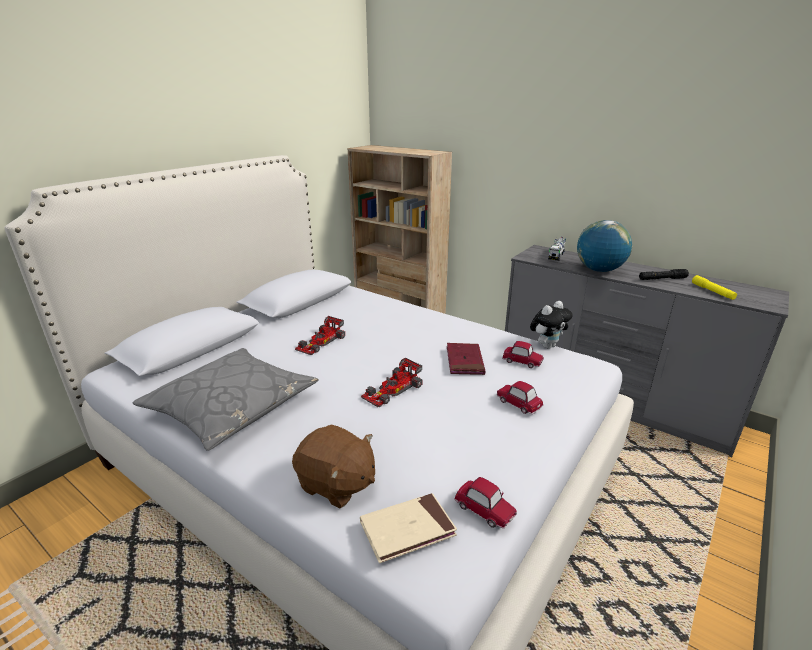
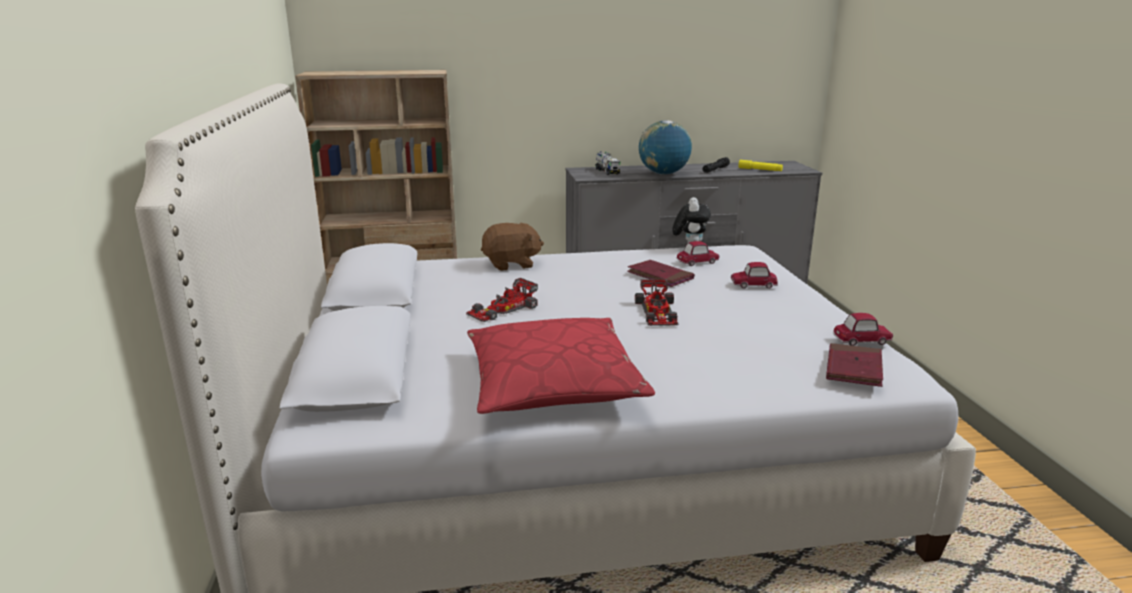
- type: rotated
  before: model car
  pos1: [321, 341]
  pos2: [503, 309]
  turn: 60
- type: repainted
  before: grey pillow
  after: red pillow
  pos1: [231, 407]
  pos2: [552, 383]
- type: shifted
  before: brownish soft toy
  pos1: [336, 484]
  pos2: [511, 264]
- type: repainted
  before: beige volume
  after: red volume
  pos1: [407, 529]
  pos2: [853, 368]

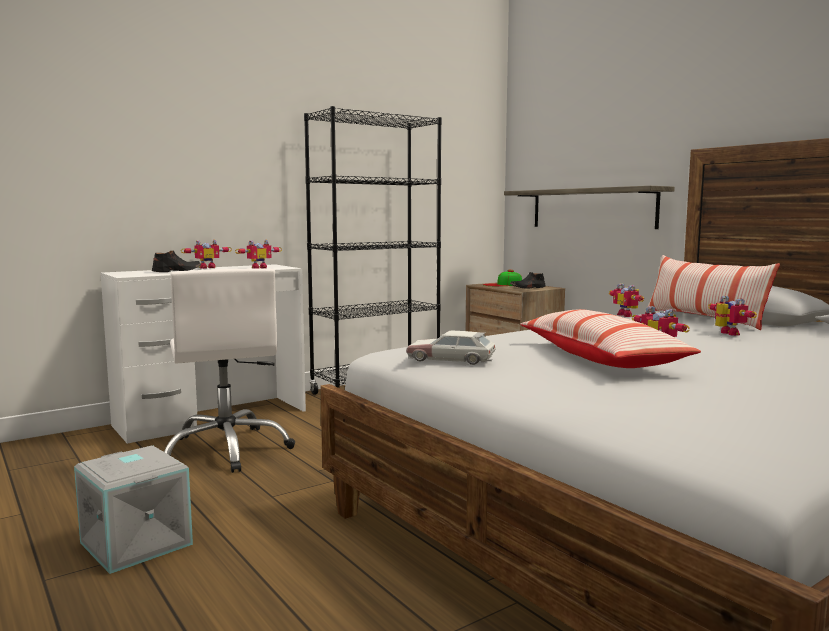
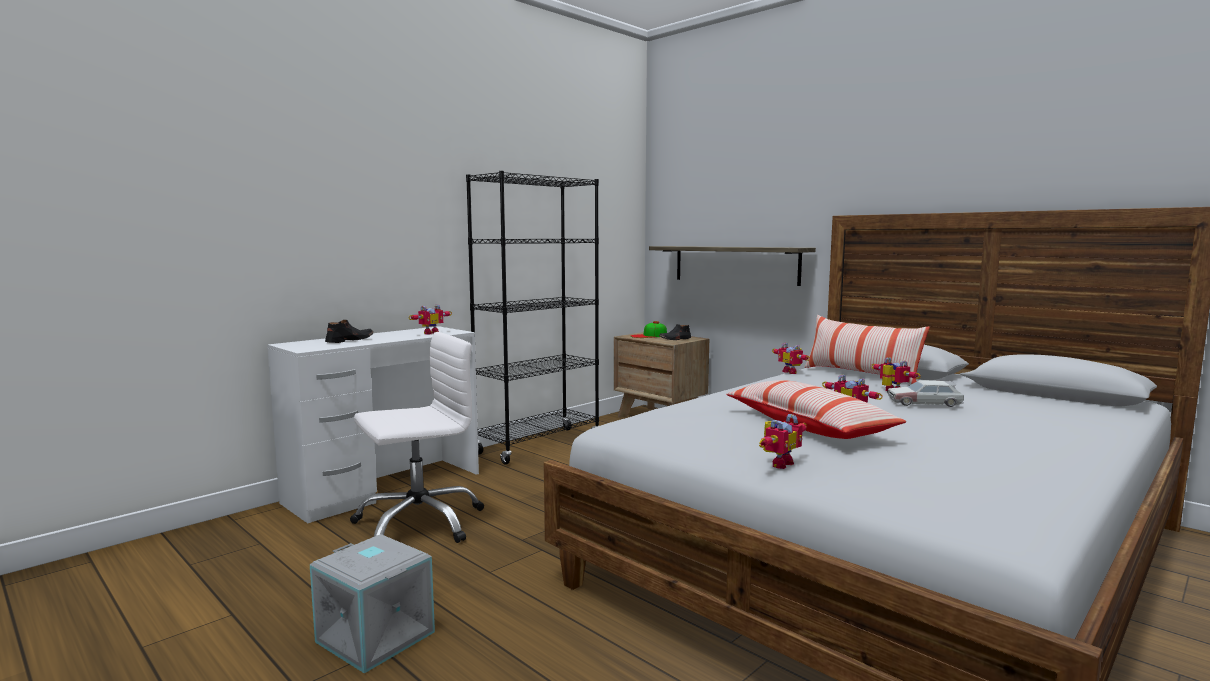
- type: shifted
  before: toy robot
  pos1: [206, 267]
  pos2: [778, 463]
- type: rotated
  before: white-coloured office chair
  pos1: [227, 449]
  pos2: [419, 523]
  turn: -90
- type: shifted
  before: model car
  pos1: [452, 359]
  pos2: [924, 403]

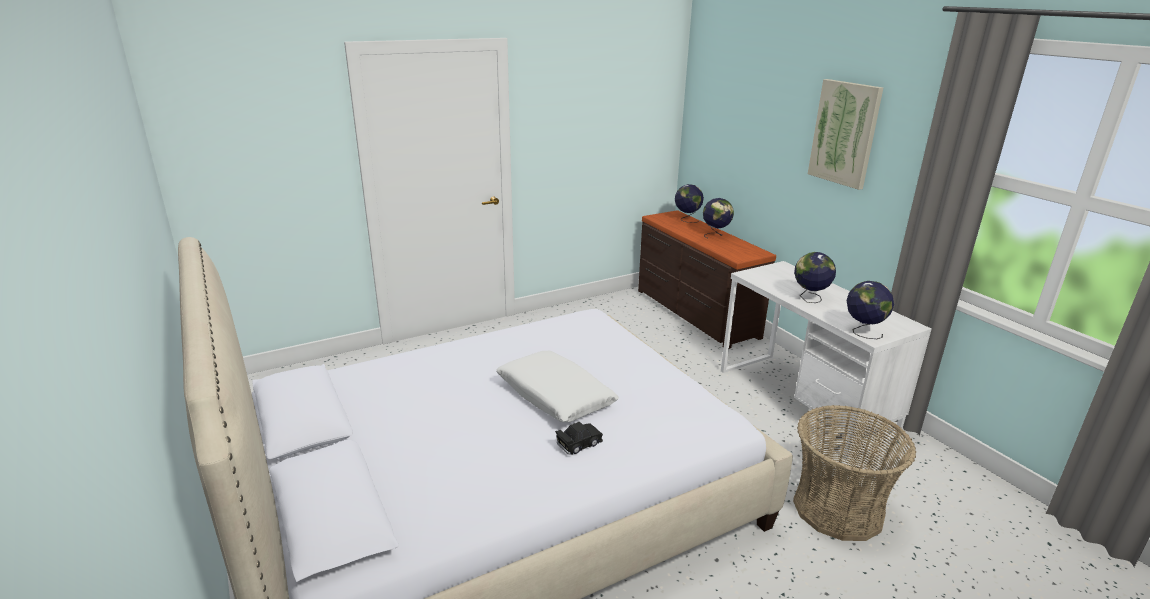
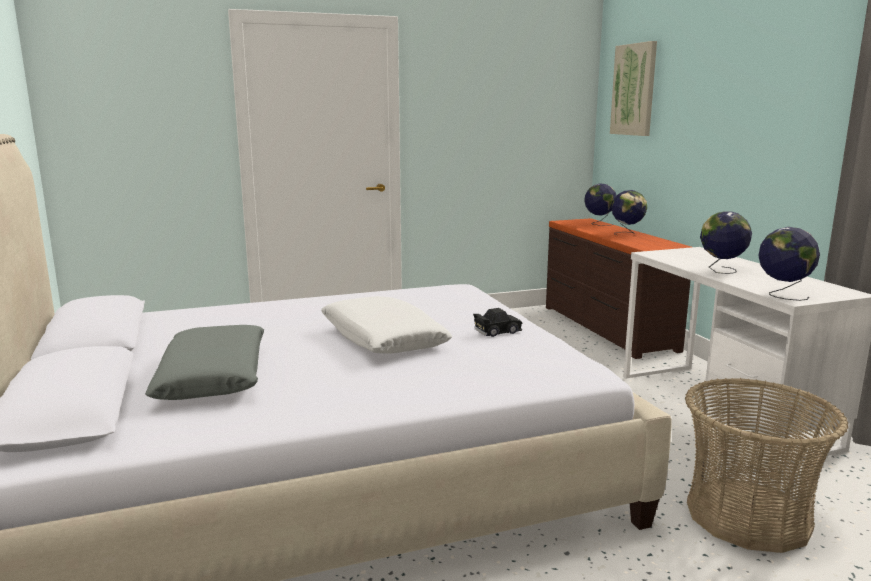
- type: shifted
  before: wall art
  pos1: [845, 133]
  pos2: [634, 90]
- type: shifted
  before: black-coloured model car
  pos1: [579, 444]
  pos2: [497, 331]
- type: new
  after: grey pillow
  pos2: [214, 377]

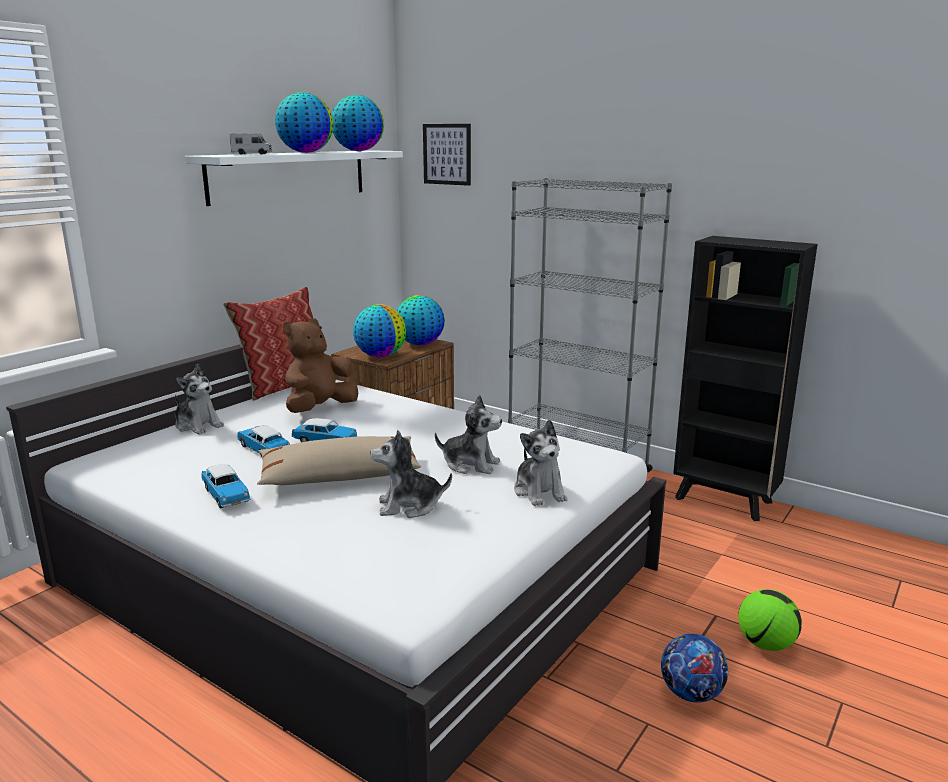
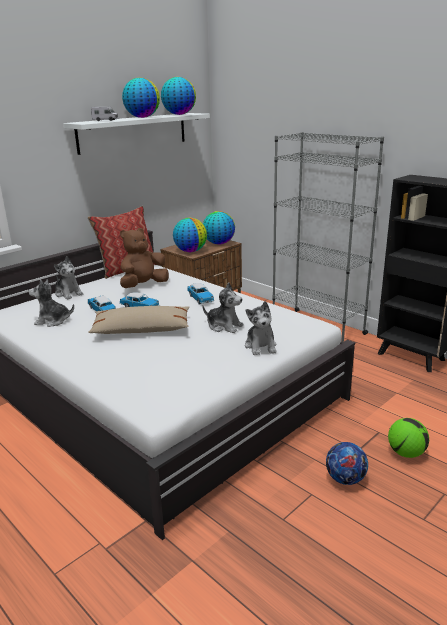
- type: gone
  before: wall art
  pos1: [447, 154]
- type: shifted
  before: soft toy
  pos1: [409, 506]
  pos2: [53, 321]
- type: shifted
  before: model car
  pos1: [226, 495]
  pos2: [200, 299]

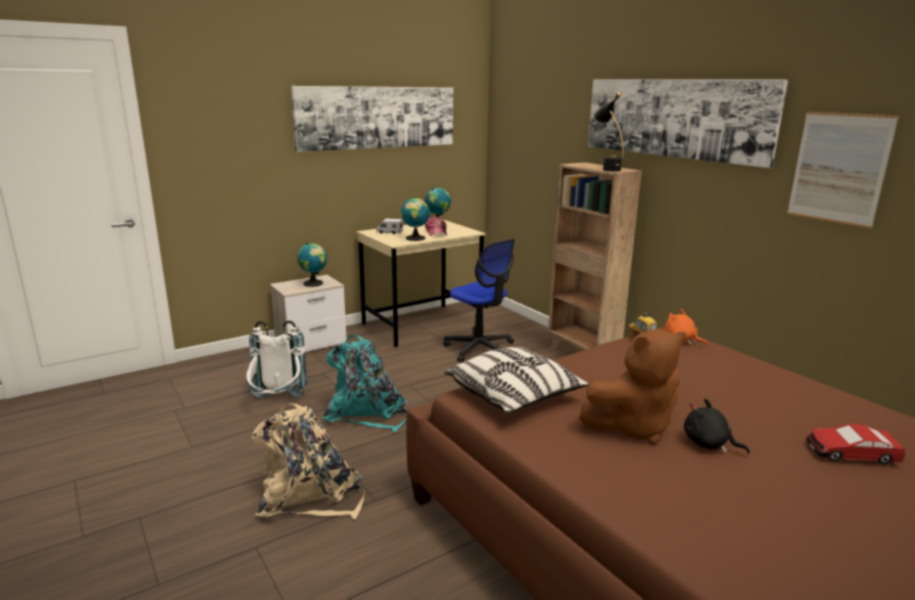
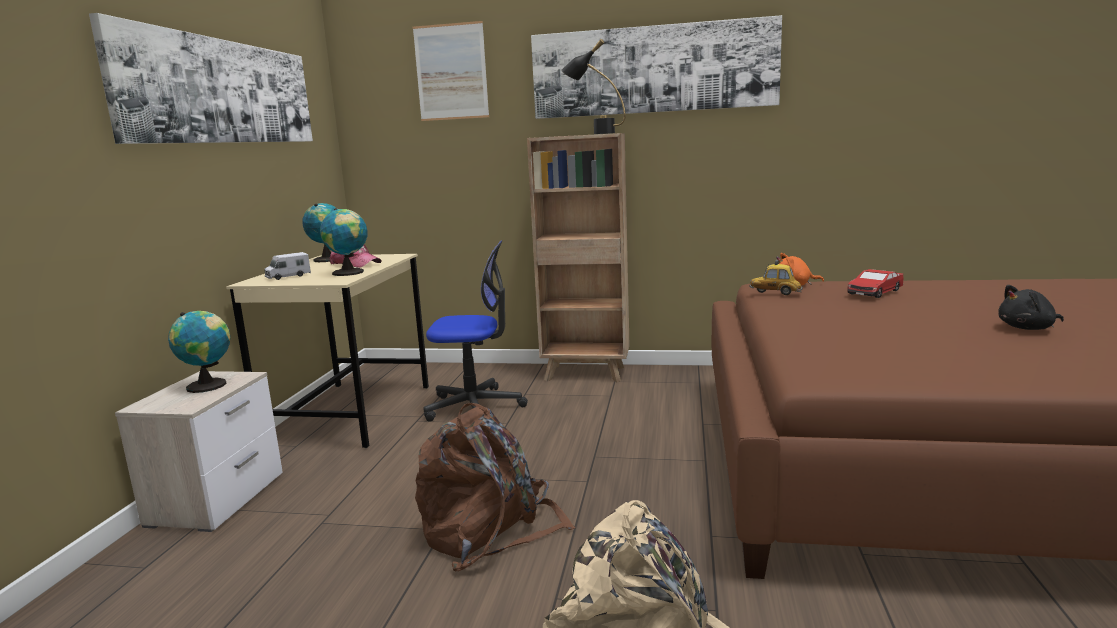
- type: shifted
  before: wall art
  pos1: [839, 168]
  pos2: [451, 72]
- type: gone
  before: white-coloured knapsack
  pos1: [277, 404]
- type: gone
  before: brownish soft toy
  pos1: [632, 427]
- type: repainted
  before: turquoise knapsack
  after: brownish knapsack
  pos1: [366, 412]
  pos2: [490, 531]
- type: gone
  before: pillow
  pos1: [514, 396]
- type: shifted
  before: model car
  pos1: [851, 453]
  pos2: [874, 292]

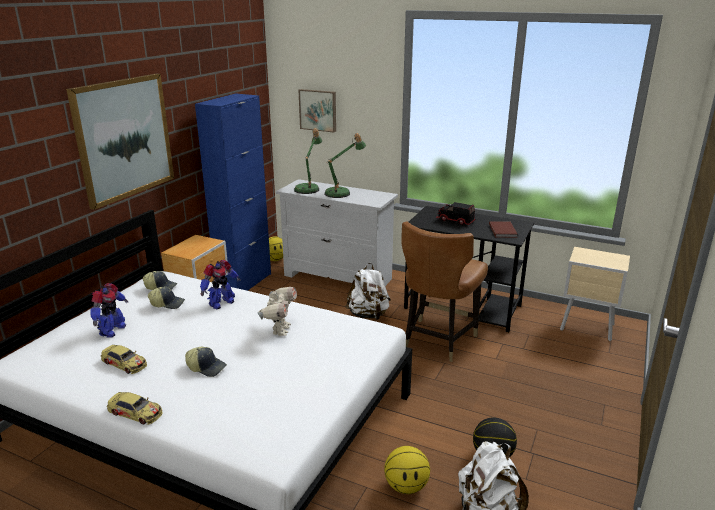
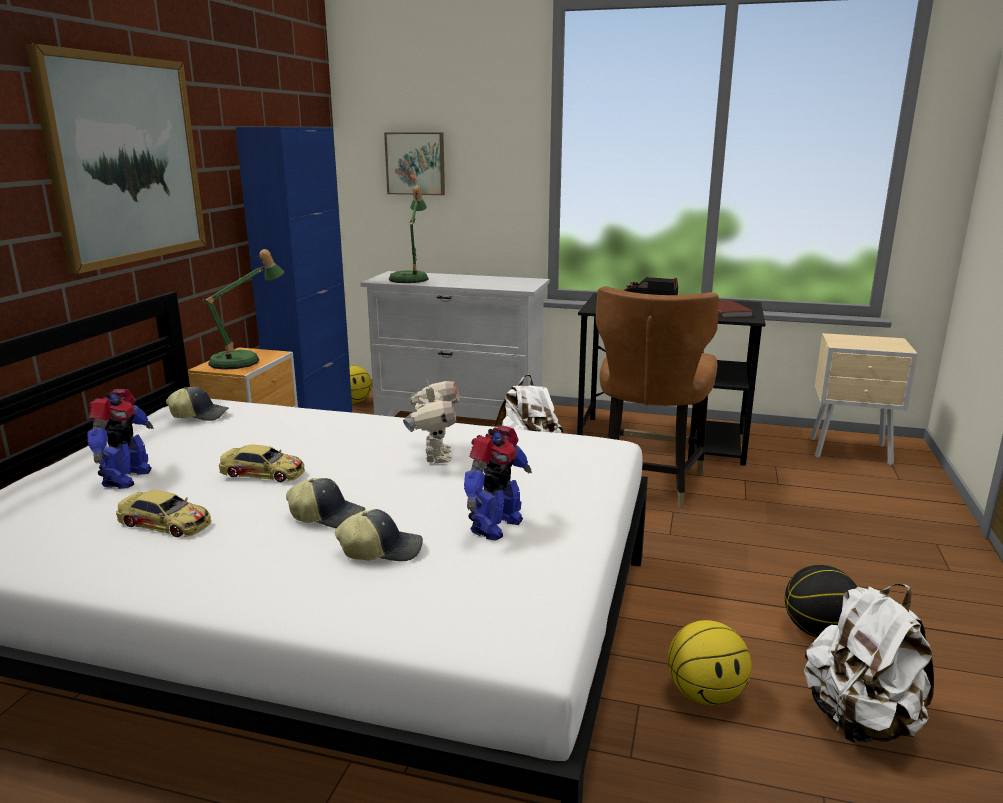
- type: shifted
  before: lamp for a table
  pos1: [341, 193]
  pos2: [243, 360]
- type: shifted
  before: toy robot
  pos1: [221, 303]
  pos2: [495, 526]
- type: shifted
  before: baseball cap
  pos1: [167, 303]
  pos2: [382, 550]
- type: shifted
  before: model car
  pos1: [135, 412]
  pos2: [263, 472]

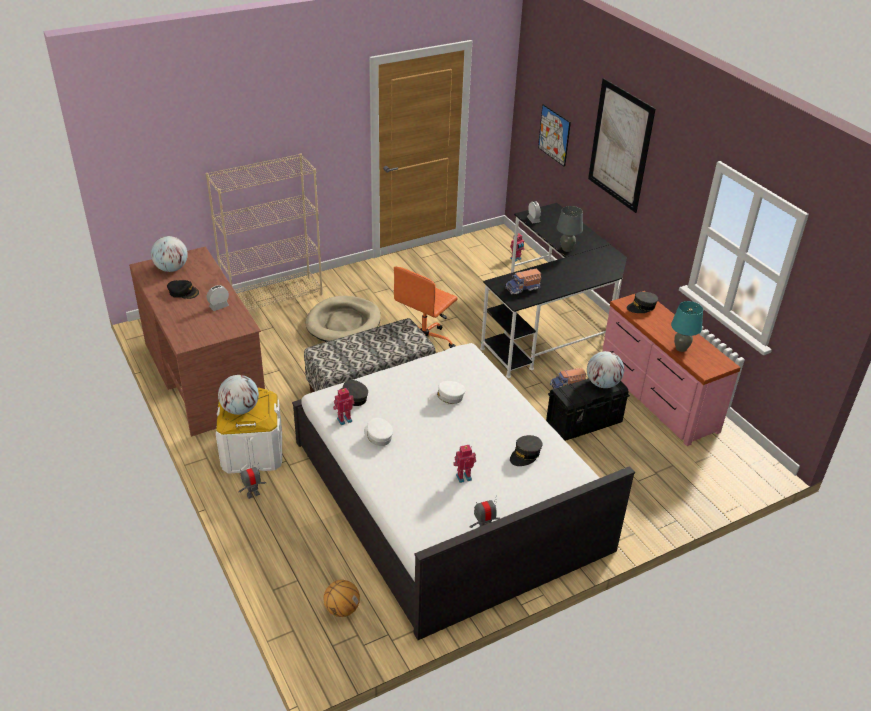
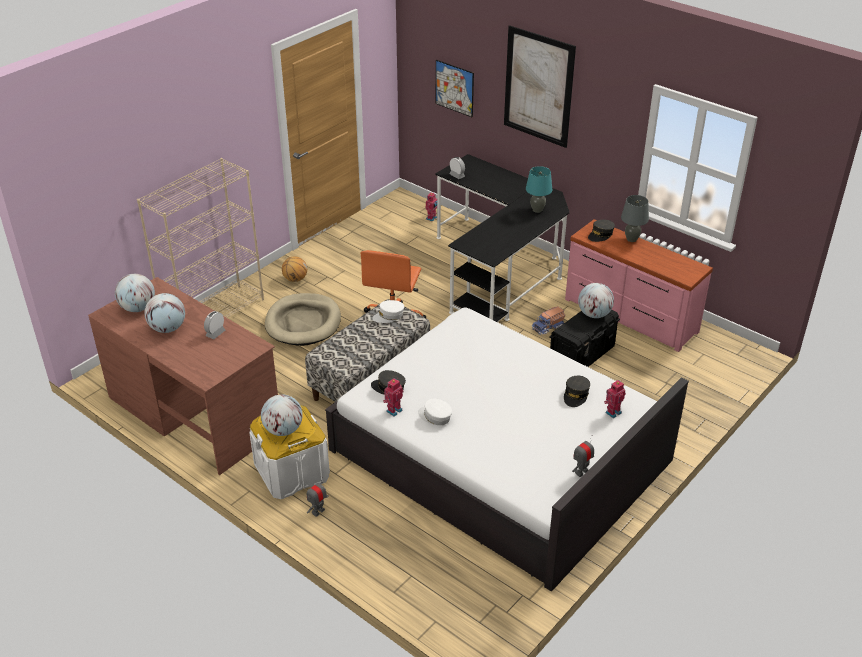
- type: shifted
  before: grey lamp for a table
  pos1: [566, 249]
  pos2: [631, 239]
- type: gone
  before: toy truck
  pos1: [523, 288]
- type: swapped
  before: black-coloured baseball cap
  after: world globe
  pos1: [183, 292]
  pos2: [168, 328]
- type: shifted
  before: turquoise lamp for a table
  pos1: [681, 348]
  pos2: [537, 210]
- type: shifted
  before: white-coloured baseball cap
  pos1: [447, 398]
  pos2: [389, 316]
- type: shifted
  before: toy robot
  pos1: [463, 476]
  pos2: [612, 412]
- type: shifted
  before: basketball
  pos1: [342, 609]
  pos2: [295, 279]

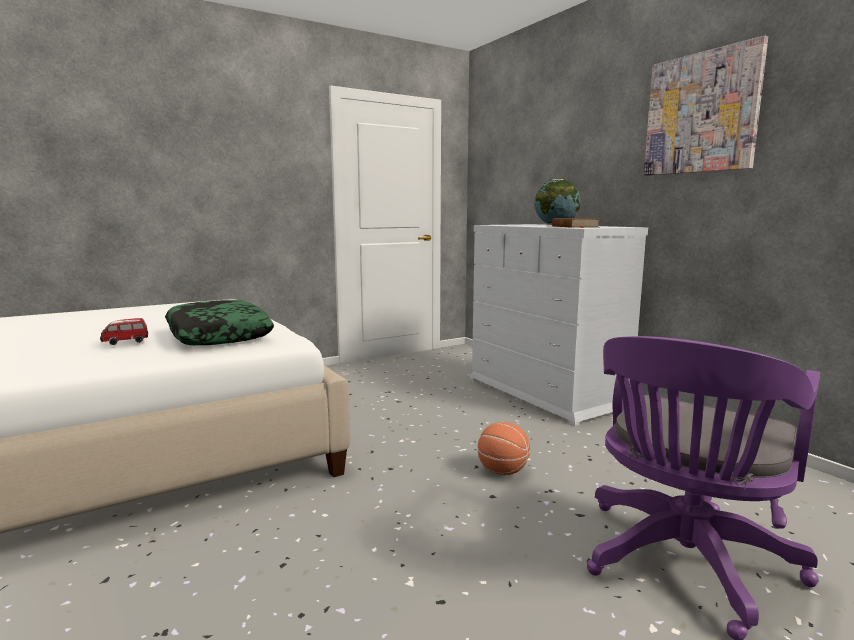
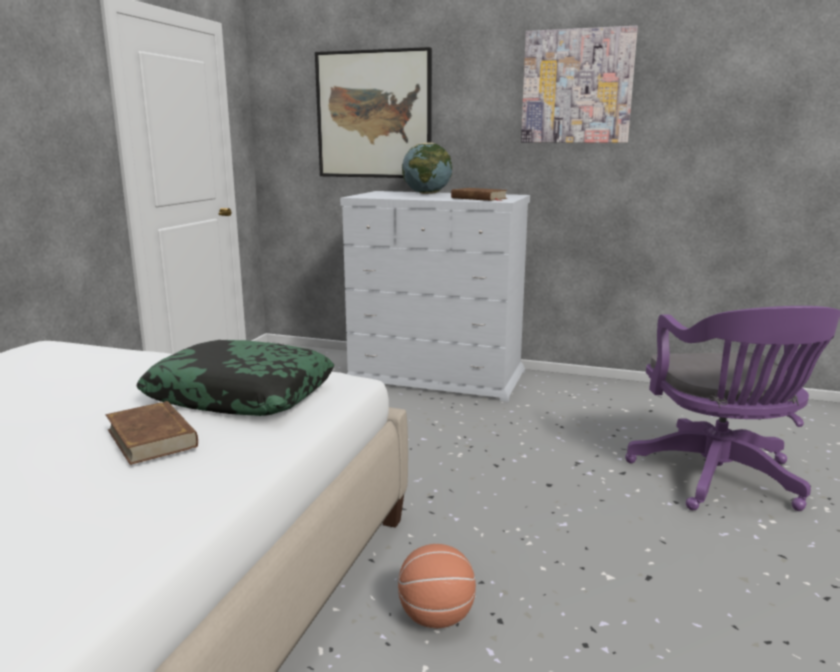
- type: swapped
  before: model car
  after: brownish volume
  pos1: [125, 342]
  pos2: [152, 438]
- type: shifted
  before: basketball
  pos1: [502, 471]
  pos2: [435, 617]
- type: new
  after: wall art
  pos2: [374, 115]

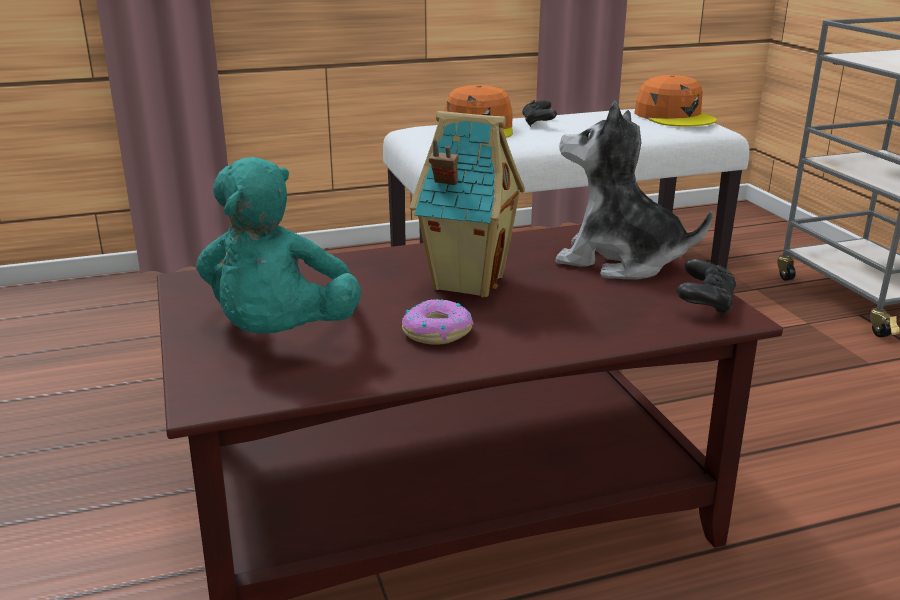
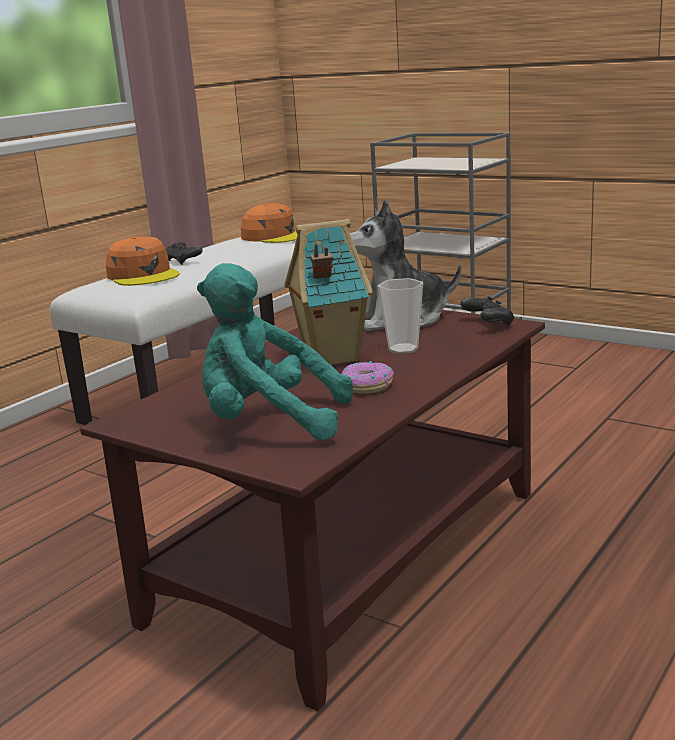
- type: rotated
  before: turquoise soft toy
  pos1: [280, 336]
  pos2: [269, 423]
  turn: 135
- type: new
  after: small cup
  pos2: [403, 349]

